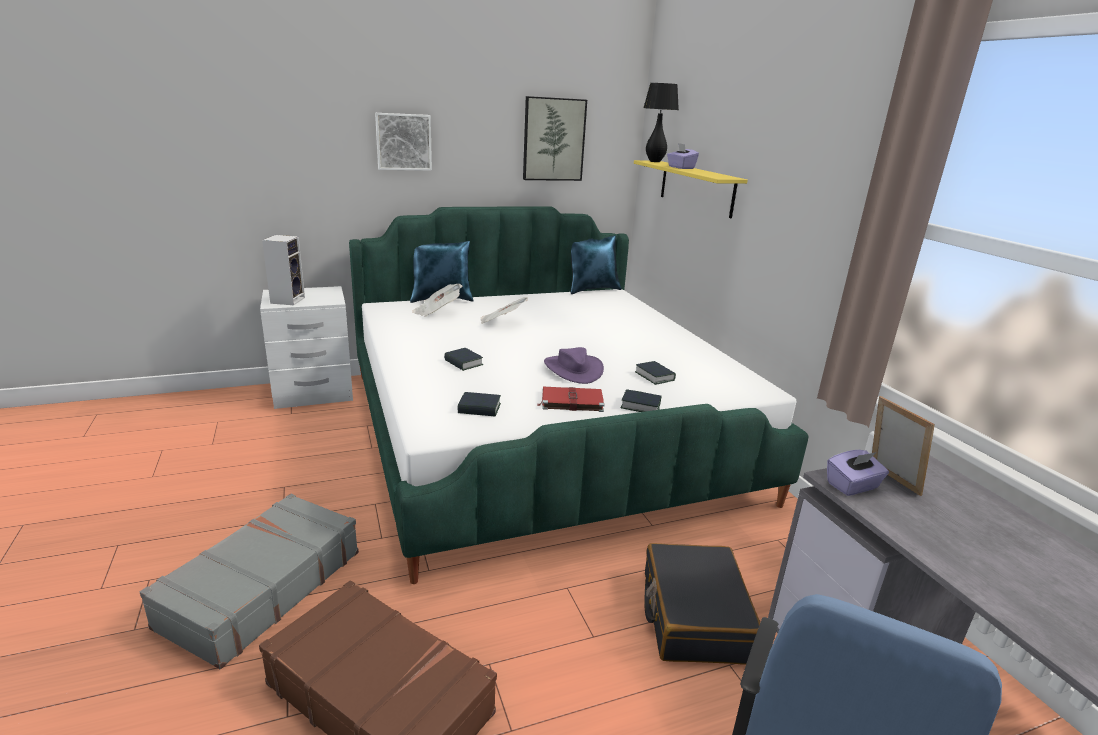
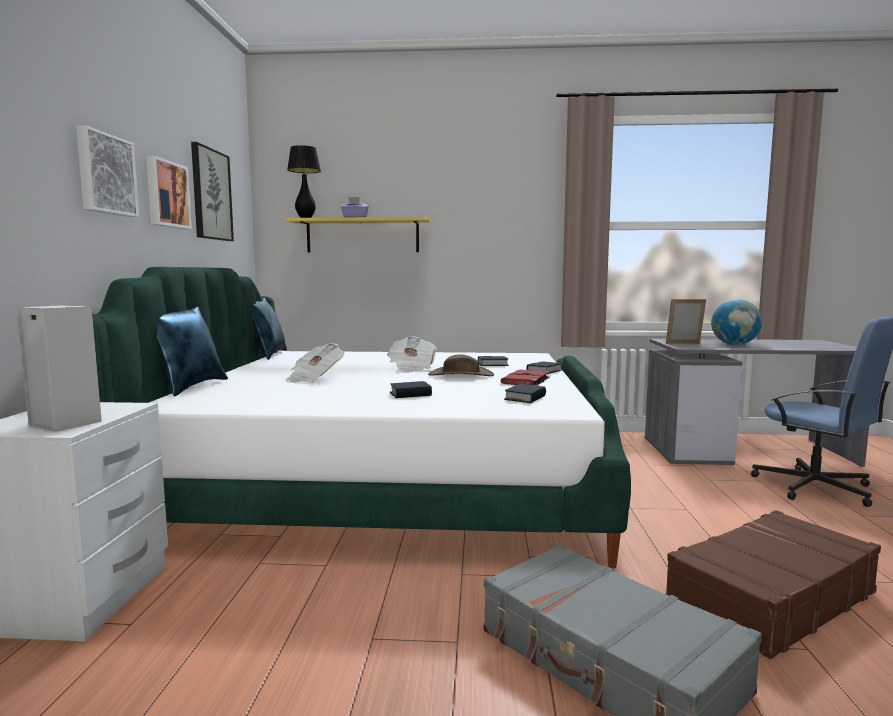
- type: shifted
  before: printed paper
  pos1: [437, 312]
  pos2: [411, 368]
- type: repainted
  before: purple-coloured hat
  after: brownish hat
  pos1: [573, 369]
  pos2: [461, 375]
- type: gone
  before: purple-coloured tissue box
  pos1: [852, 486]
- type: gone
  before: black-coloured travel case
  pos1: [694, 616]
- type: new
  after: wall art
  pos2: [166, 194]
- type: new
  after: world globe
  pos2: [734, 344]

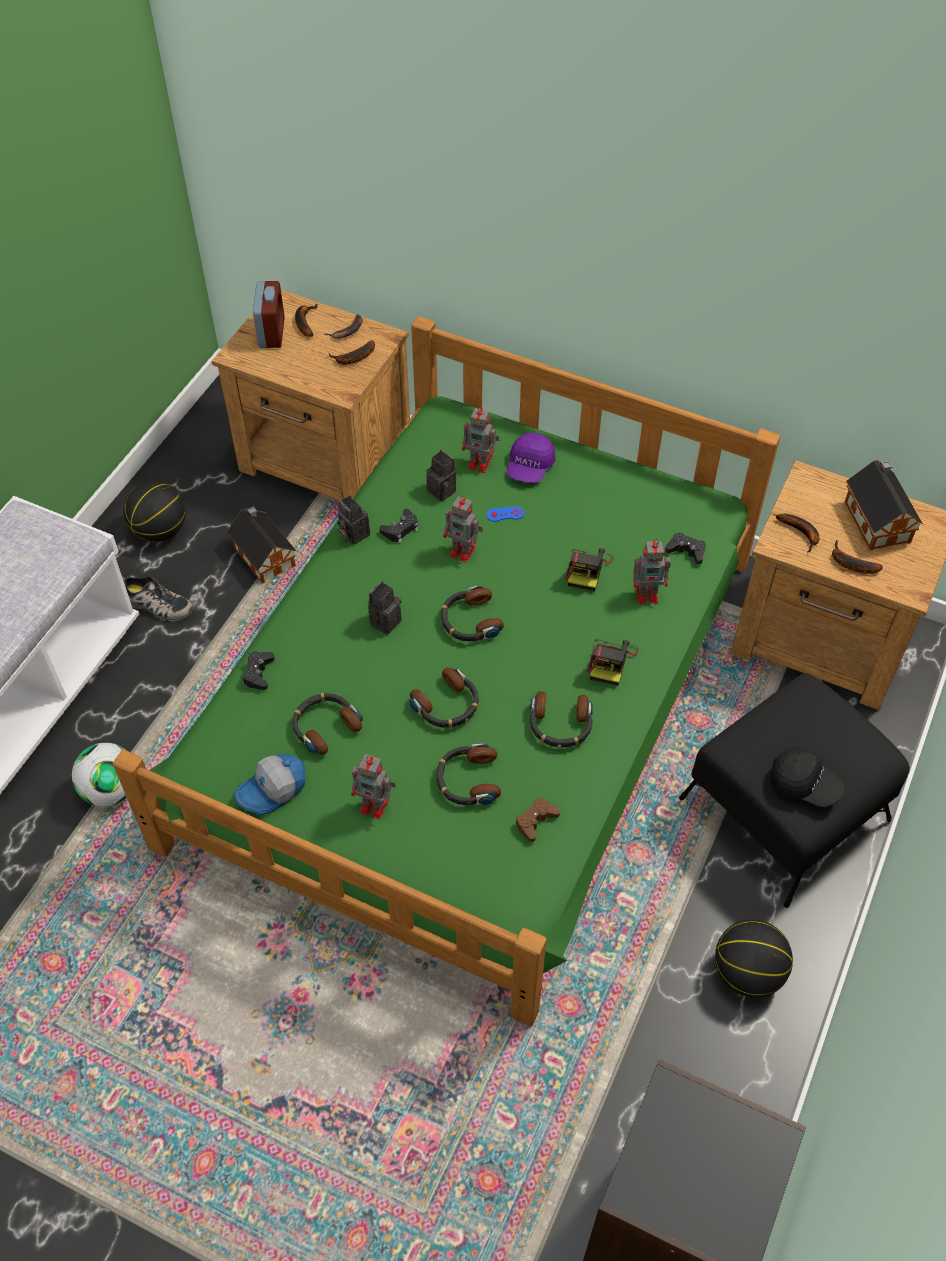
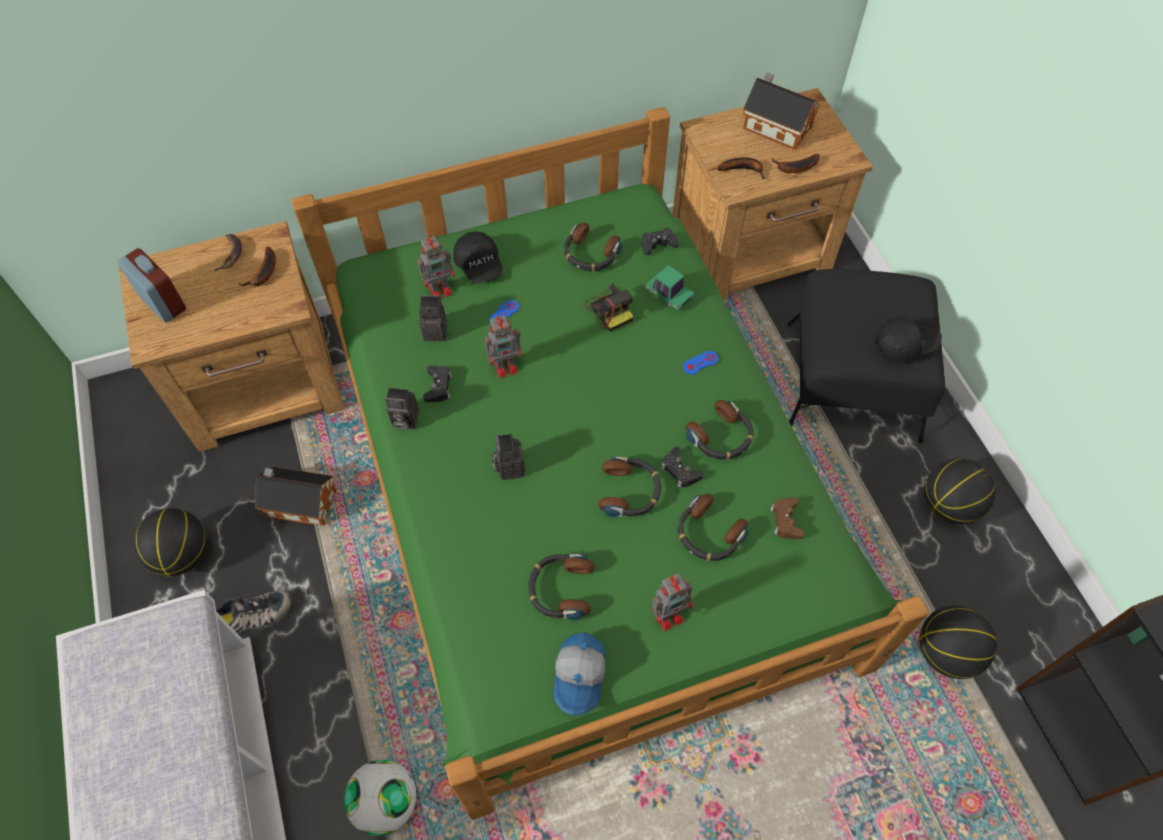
- type: gone
  before: banana
  pos1: [304, 322]
- type: repainted
  before: purple-coloured baseball cap
  after: black-coloured baseball cap
  pos1: [529, 467]
  pos2: [479, 265]
- type: swapped
  before: toy robot
  after: model car
  pos1: [648, 594]
  pos2: [668, 294]
- type: shifted
  before: headphones
  pos1: [469, 621]
  pos2: [590, 254]
- type: swapped
  before: still camera
  after: bluish game controller
  pos1: [610, 661]
  pos2: [700, 363]
- type: shifted
  before: black-coloured game controller
  pos1: [258, 673]
  pos2: [680, 471]
- type: new
  after: basketball
  pos2: [946, 653]

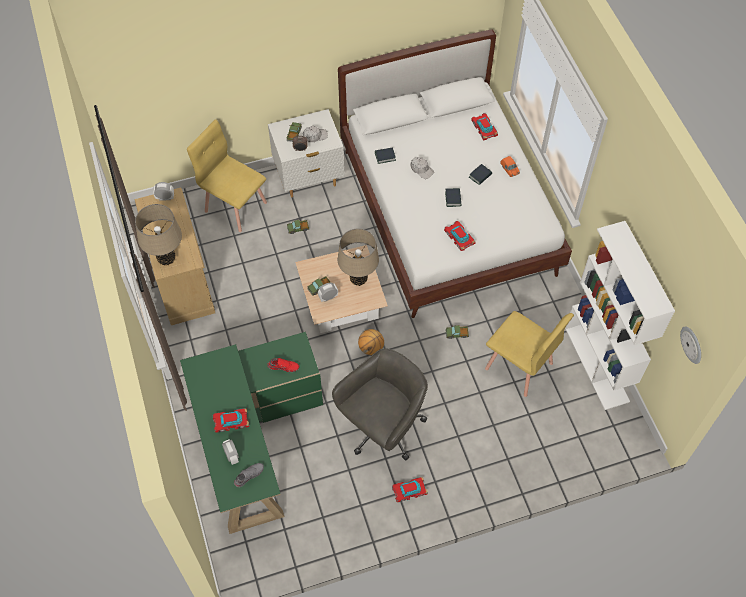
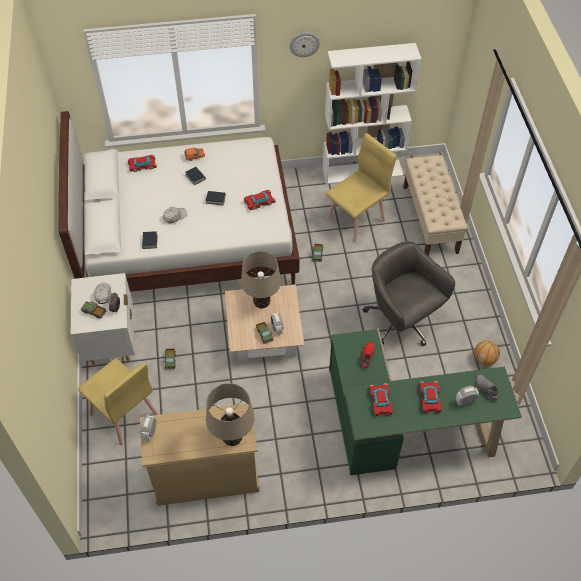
- type: rotated
  before: yellowish upright chair
  pos1: [235, 206]
  pos2: [123, 415]
  turn: -90
- type: shifted
  before: hanging clock
  pos1: [692, 344]
  pos2: [304, 44]
- type: shifted
  before: basketball
  pos1: [371, 348]
  pos2: [484, 359]
- type: shifted
  before: model car
  pos1: [409, 490]
  pos2: [380, 401]
- type: new
  after: beige bench
  pos2: [430, 219]

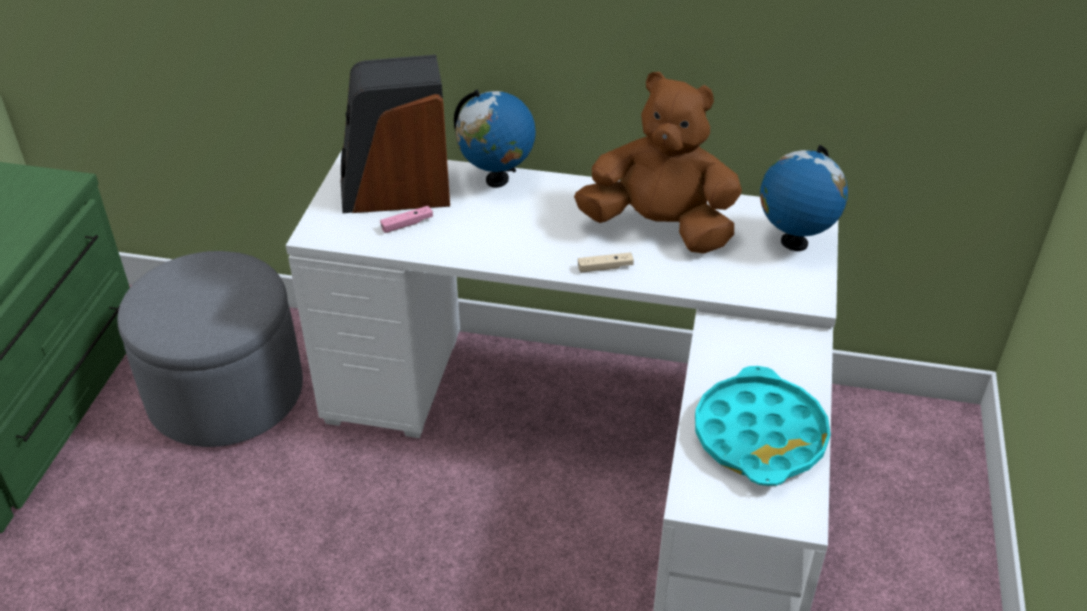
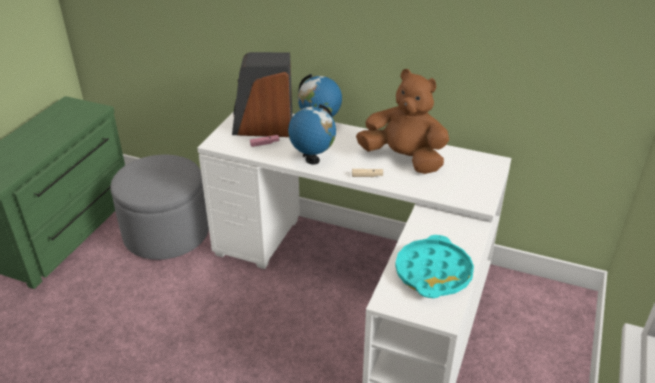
- type: shifted
  before: world globe
  pos1: [793, 243]
  pos2: [312, 160]

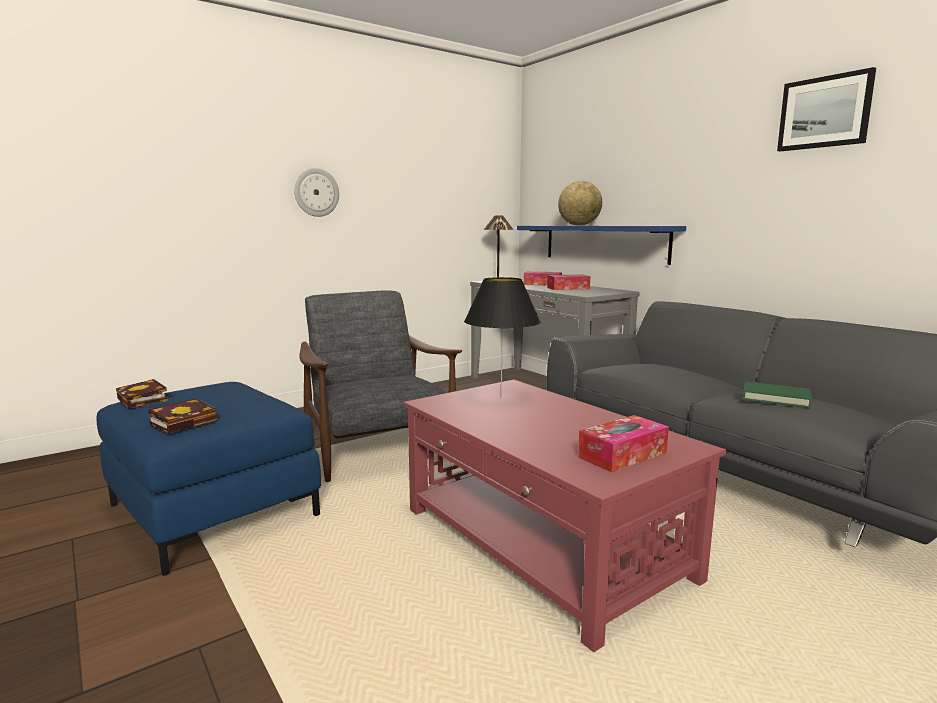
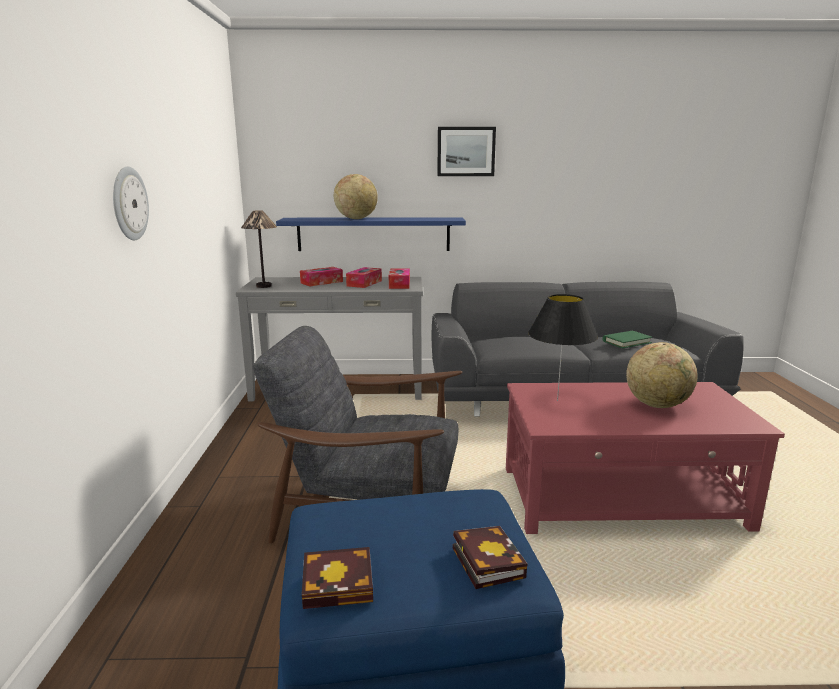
- type: shifted
  before: wall art
  pos1: [824, 112]
  pos2: [466, 151]
- type: shifted
  before: tissue box
  pos1: [622, 455]
  pos2: [399, 284]
- type: new
  after: world globe
  pos2: [657, 405]

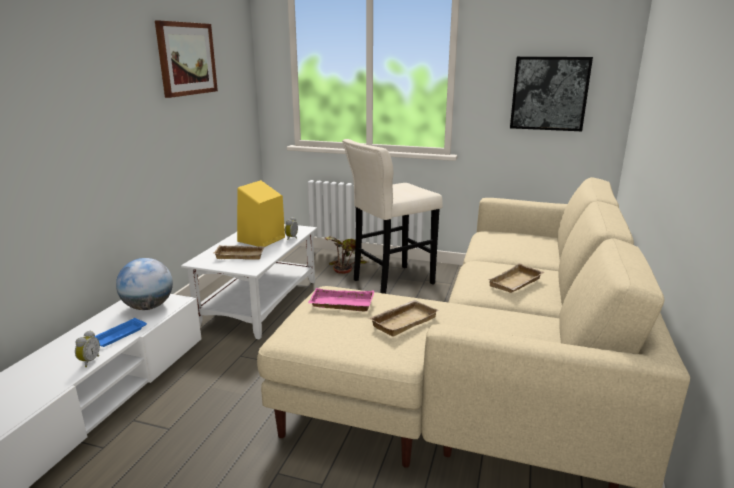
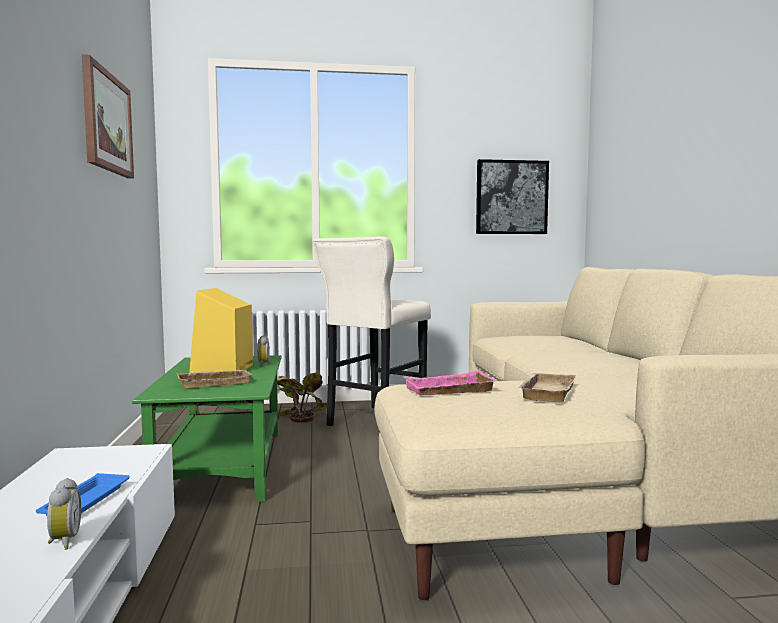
- type: repainted
  before: white-coloured lounge table
  after: green-coloured lounge table
  pos1: [260, 303]
  pos2: [223, 465]
- type: gone
  before: world globe
  pos1: [148, 307]
- type: gone
  before: beige carrying tray
  pos1: [516, 283]

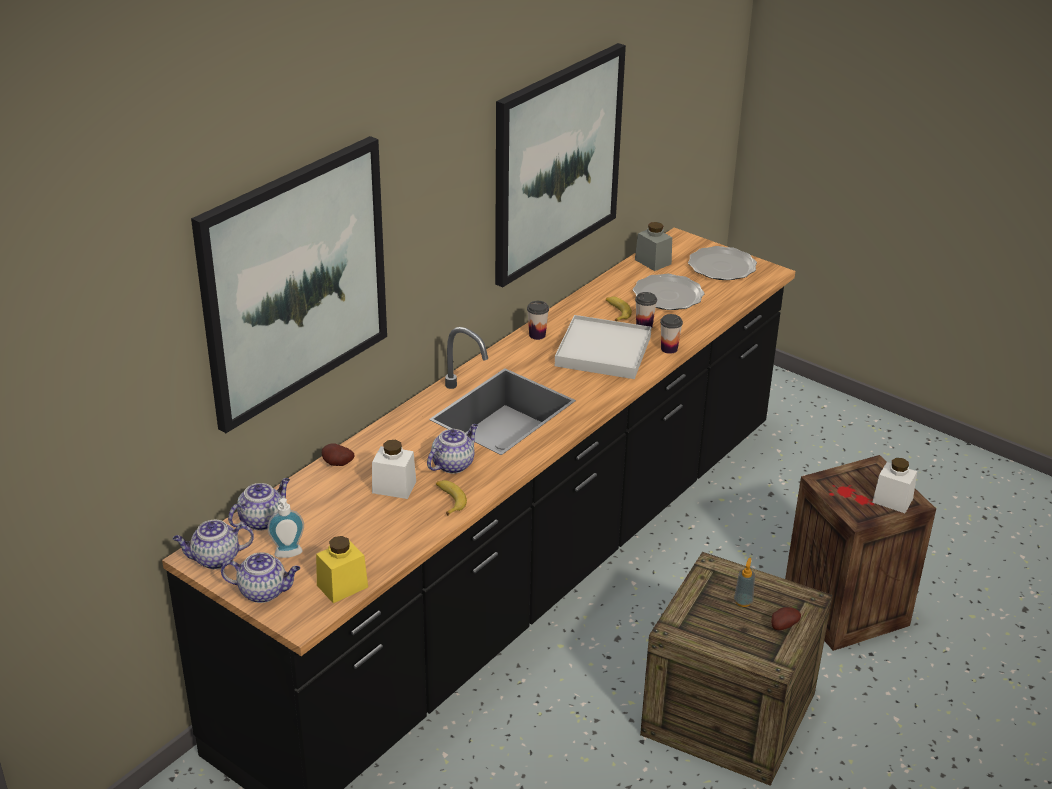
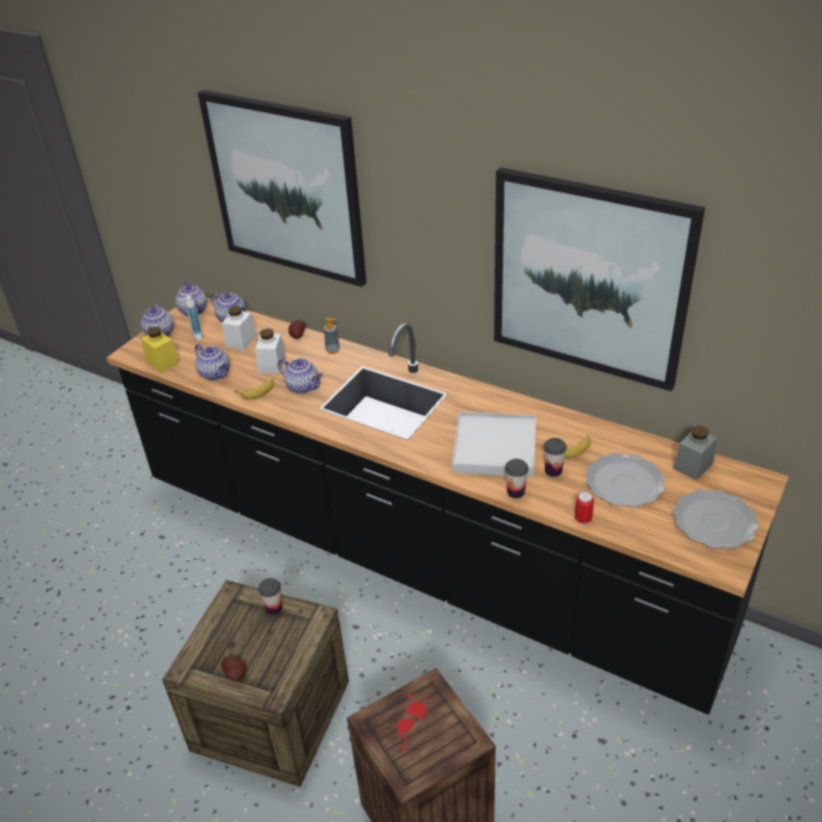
- type: shifted
  before: small cup
  pos1: [537, 335]
  pos2: [274, 608]
- type: shifted
  before: white-coloured preserve jar
  pos1: [892, 500]
  pos2: [241, 340]
- type: shifted
  before: liquid soap bottle
  pos1: [743, 601]
  pos2: [333, 350]
- type: new
  after: teapot
  pos2: [215, 374]
- type: new
  after: metal can
  pos2: [583, 519]

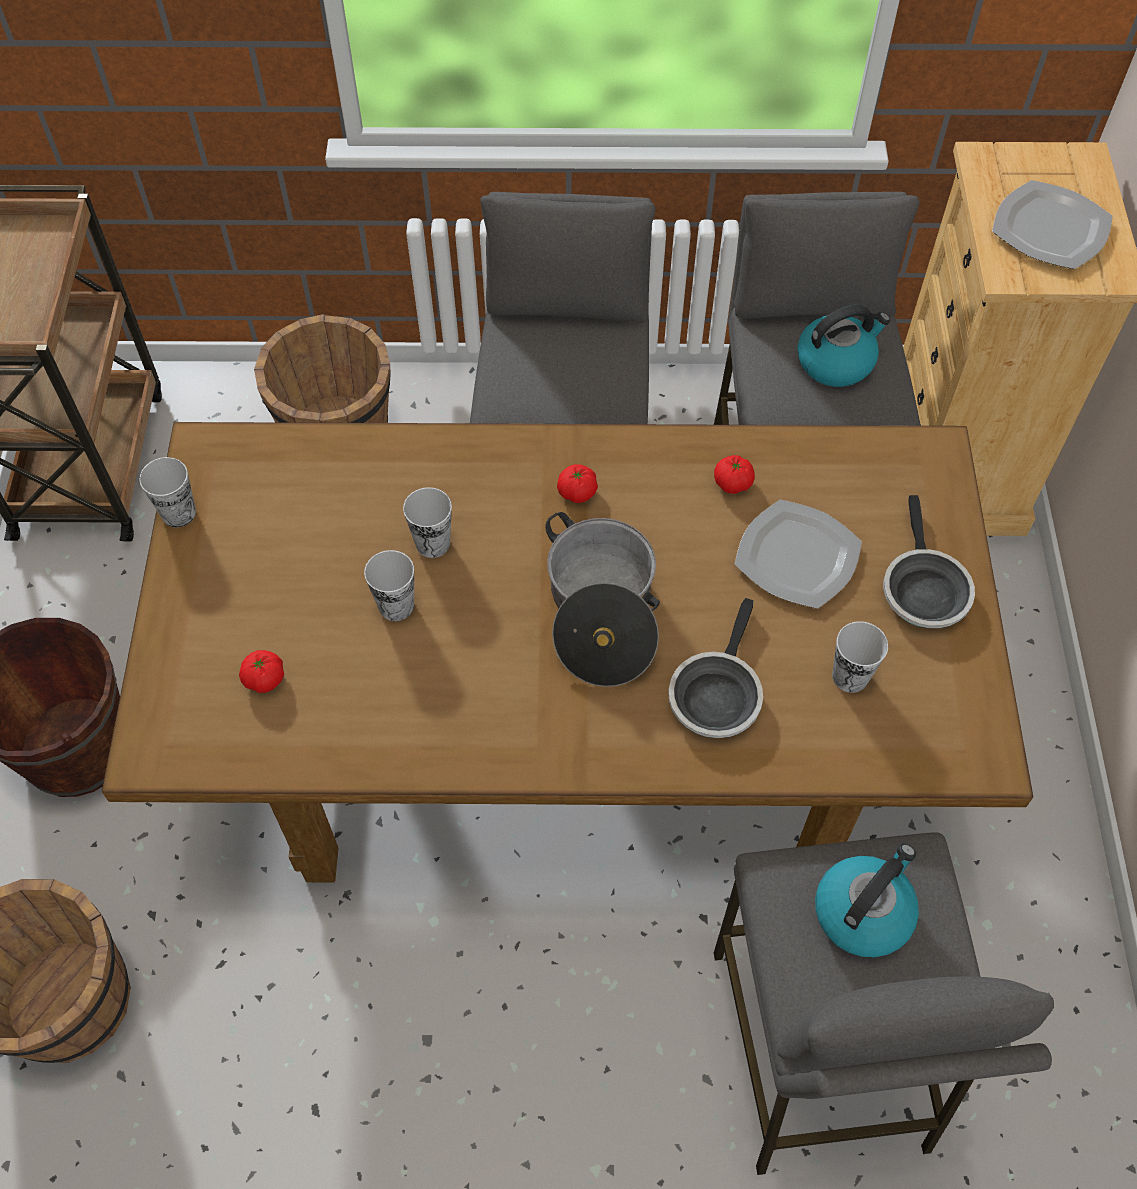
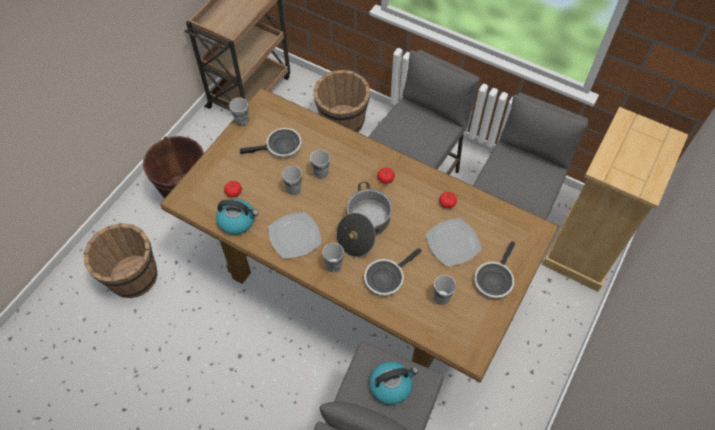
- type: shifted
  before: dinner plate
  pos1: [1049, 227]
  pos2: [295, 235]
- type: shifted
  before: tea kettle
  pos1: [836, 361]
  pos2: [237, 221]
- type: new
  after: frying pan
  pos2: [281, 147]
- type: new
  after: small cup
  pos2: [334, 265]

